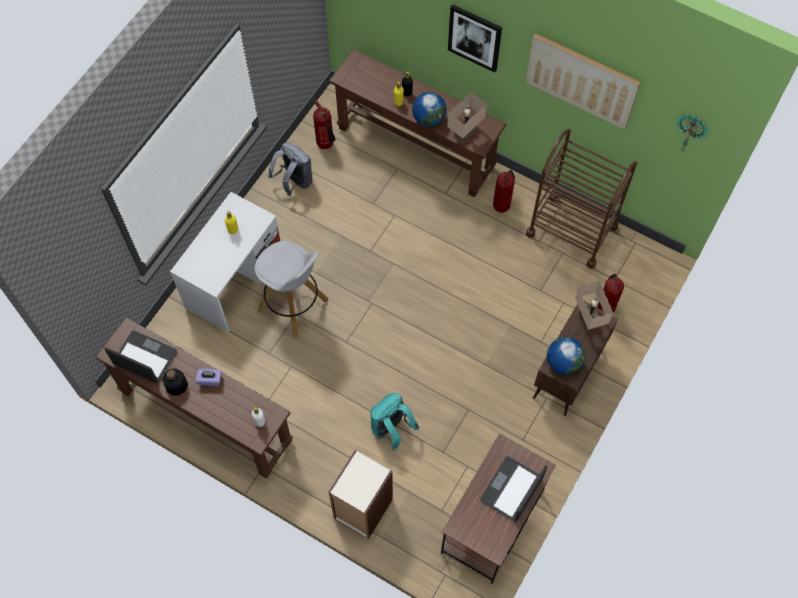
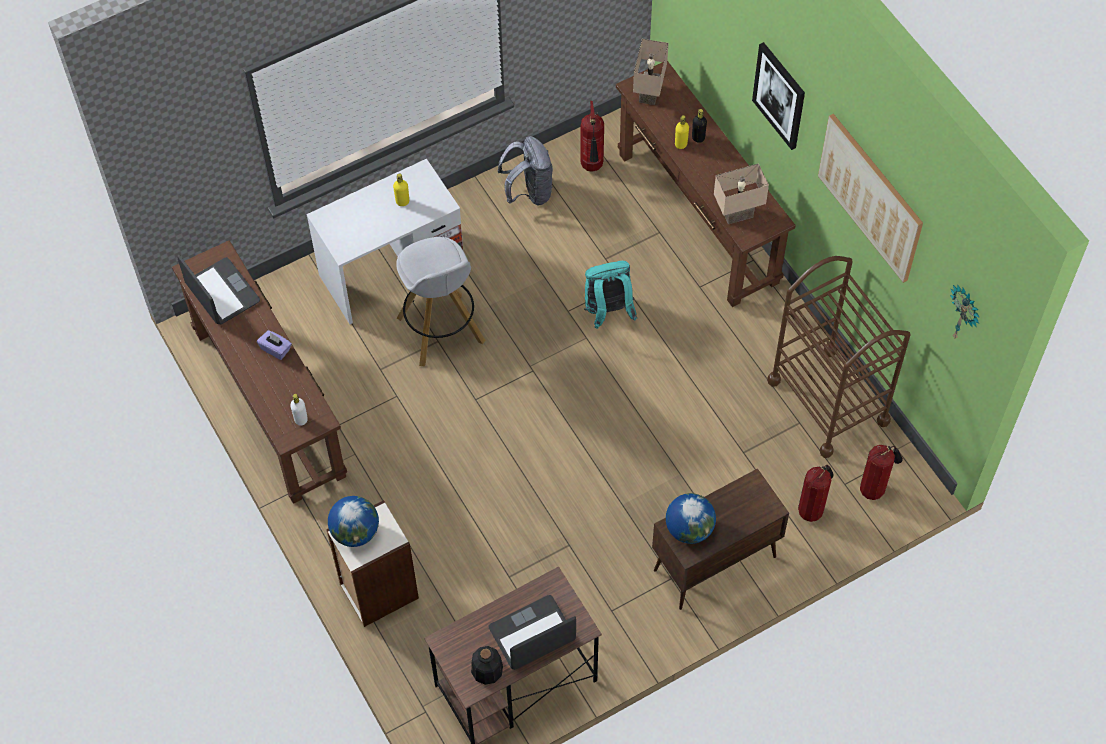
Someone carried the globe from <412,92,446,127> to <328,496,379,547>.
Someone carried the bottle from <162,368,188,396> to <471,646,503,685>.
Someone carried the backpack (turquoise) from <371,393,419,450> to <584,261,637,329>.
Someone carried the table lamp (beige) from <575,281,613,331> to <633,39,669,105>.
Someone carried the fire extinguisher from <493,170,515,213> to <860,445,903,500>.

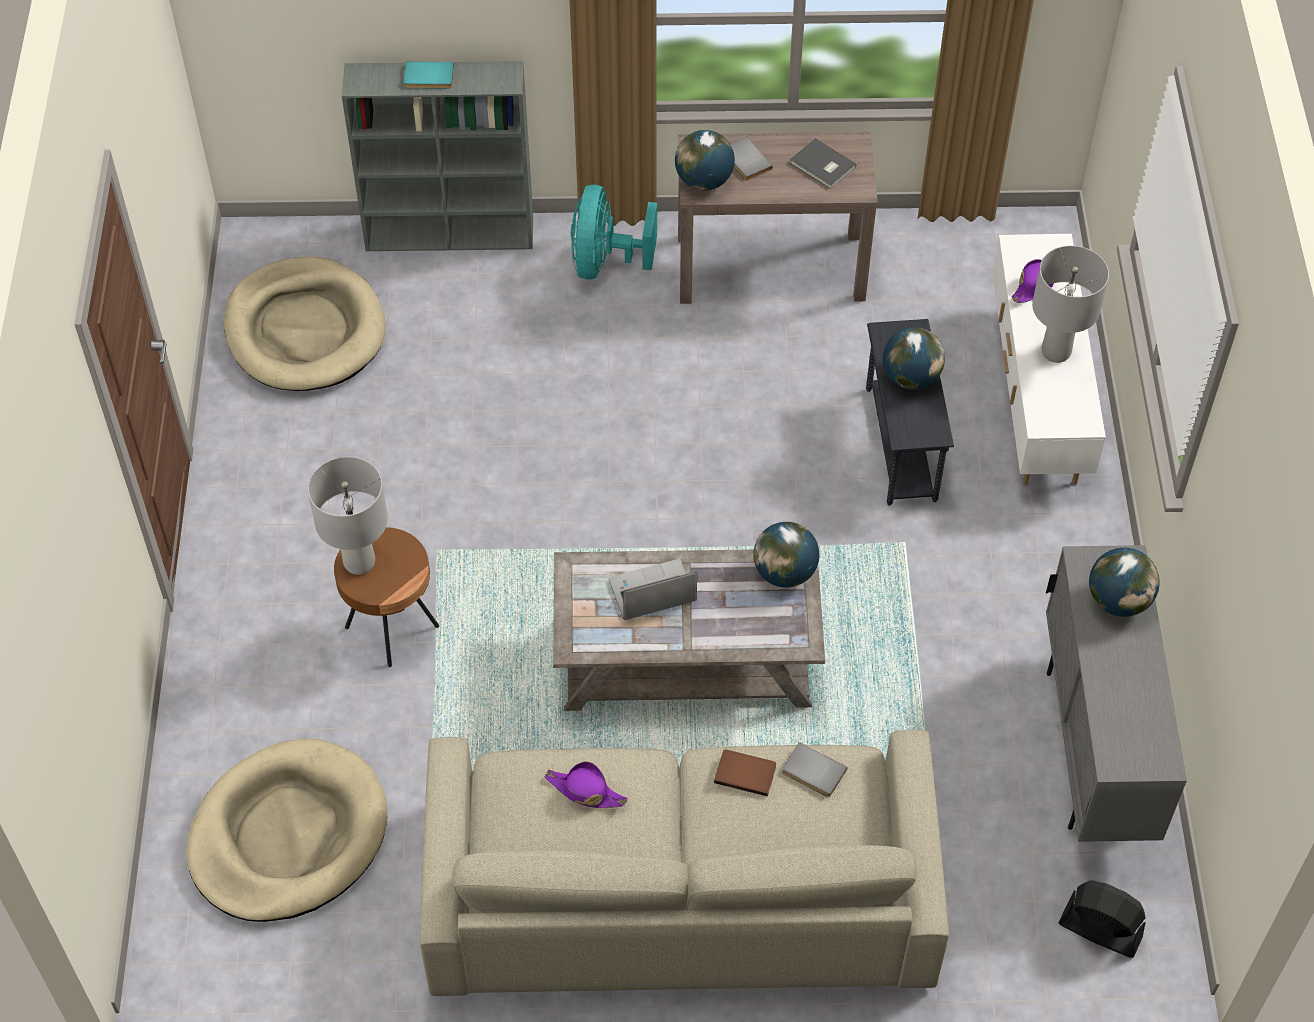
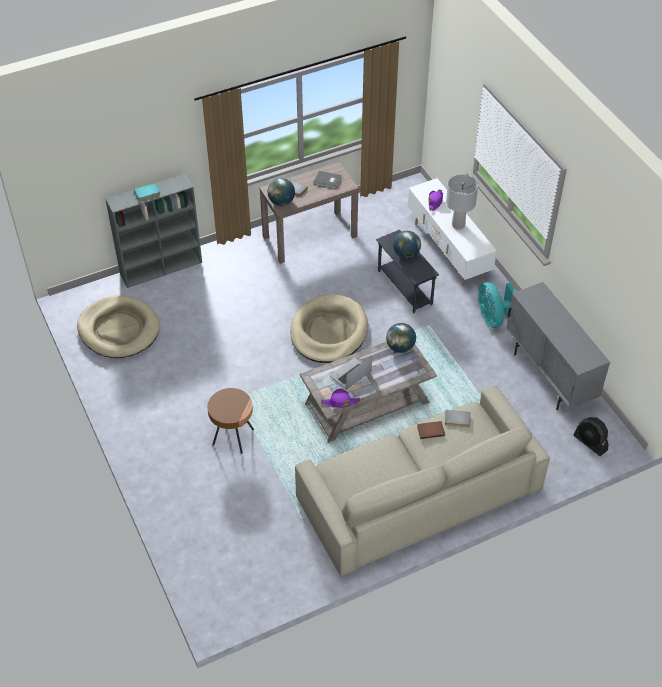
Someone carried the dog bed (beige) from <186,739,387,922> to <290,294,368,363>.
Someone carried the hat (purple) from <545,762,628,808> to <321,388,360,408>.
Someone carried the fan (turquoise) from <571,185,657,280> to <478,282,516,328>.
Someone rotated the fan (black) at <1059,880,1146,958> by 135 degrees counterclockwise.
Someone took away the table lamp (grey) at <308,457,388,575>.
Someone took away the globe at <1089,548,1159,617>.

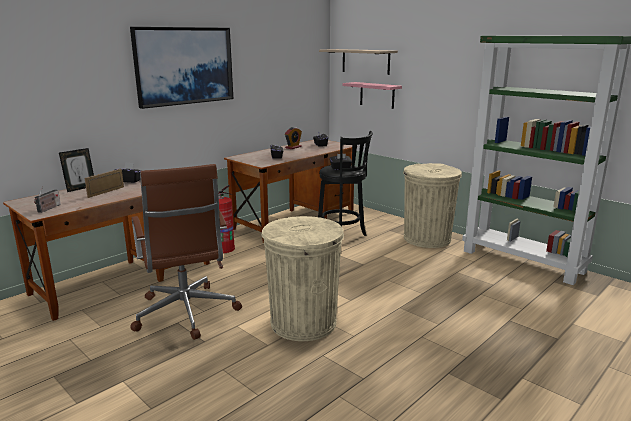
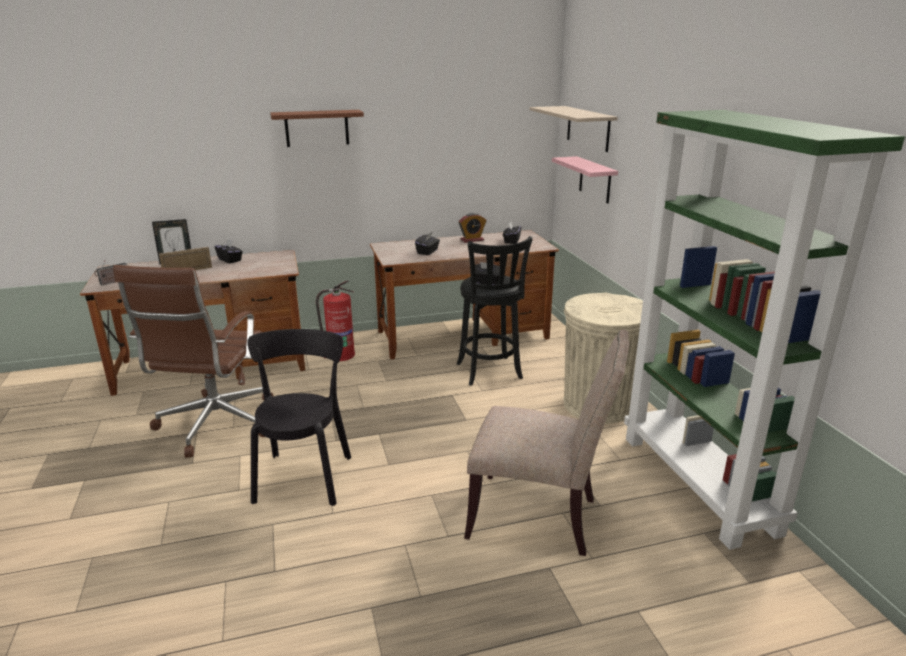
Someone swapped the trash can (beige) at <261,216,344,341> for the chair (black) at <247,329,351,506>.
Someone swapped the picture at <130,27,233,109> for the shelf (brown) at <270,110,364,147>.
Someone put down the chair (beige) at <464,330,629,556>.

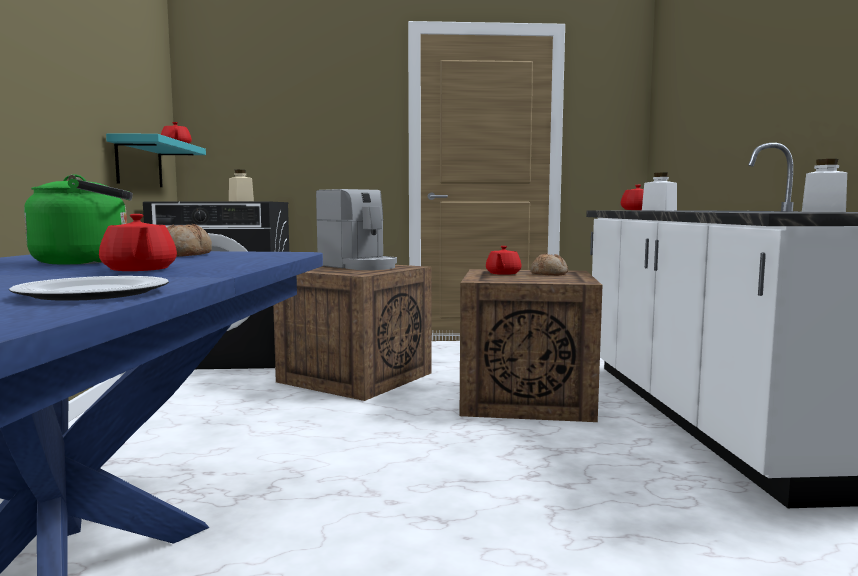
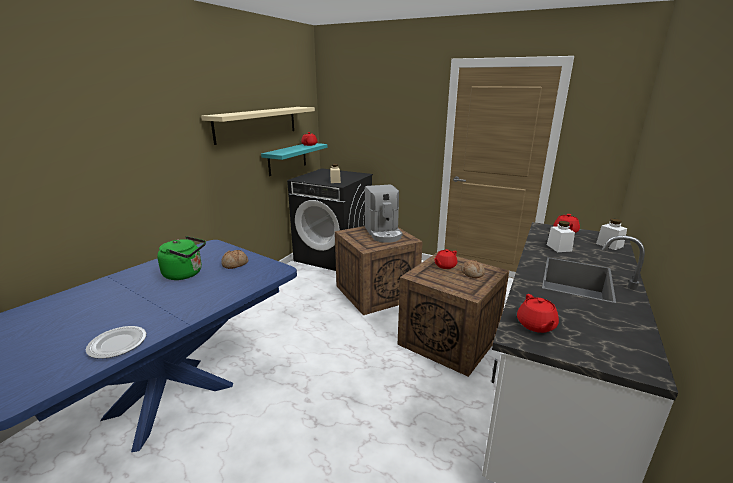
Someone put up the shelf (beige) at <201,107,315,145>.
Someone carried the teapot (red) from <99,214,177,271> to <517,294,559,333>.
Someone carried the jar (white) from <802,159,847,212> to <596,219,627,250>.

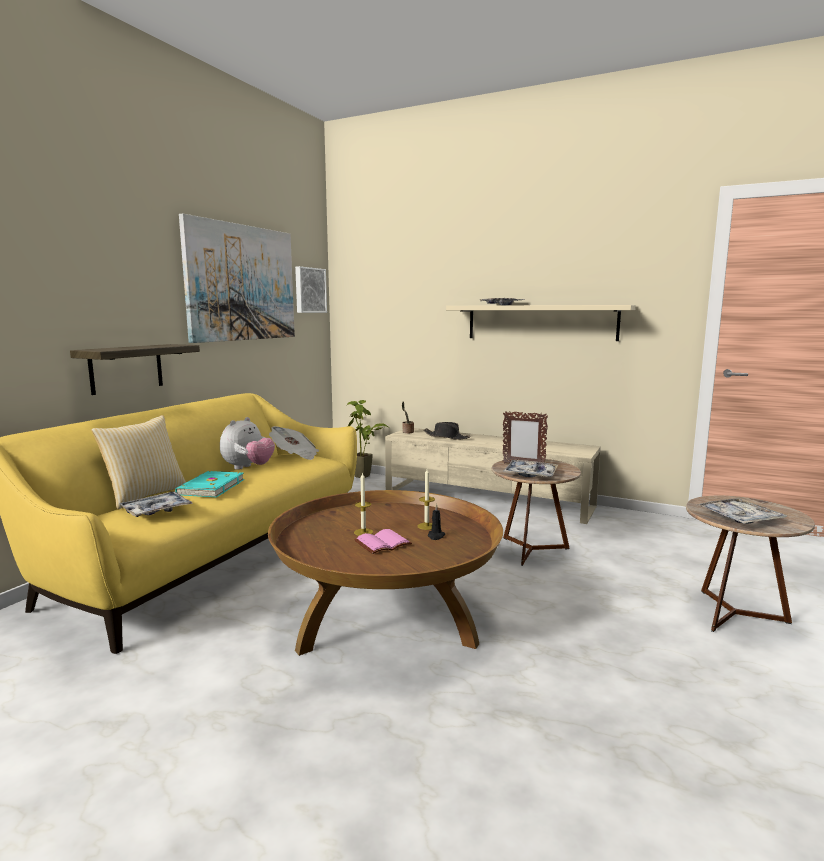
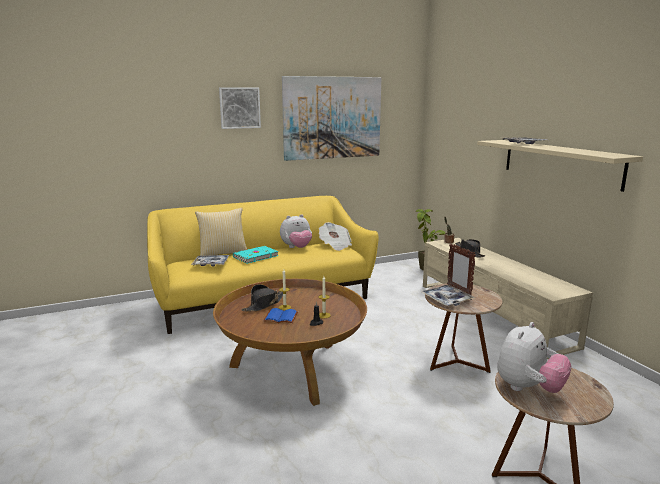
Someone carried the picture from <295,266,327,313> to <219,87,261,129>.
Someone put down the hat (black) at <241,284,283,312>.
Someone repainted the book (pink) at <354,529,412,554>, which became the book (blue) at <263,308,298,323>.
Someone swapped the tray at <697,498,788,524> for the plush toy at <497,322,572,393>.
Someone took away the shelf at <70,344,200,395>.

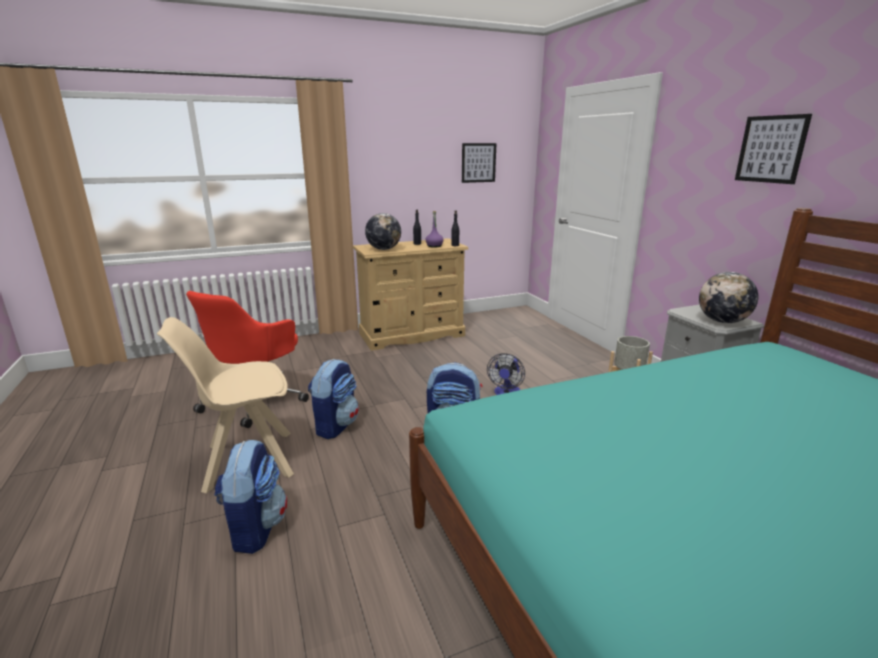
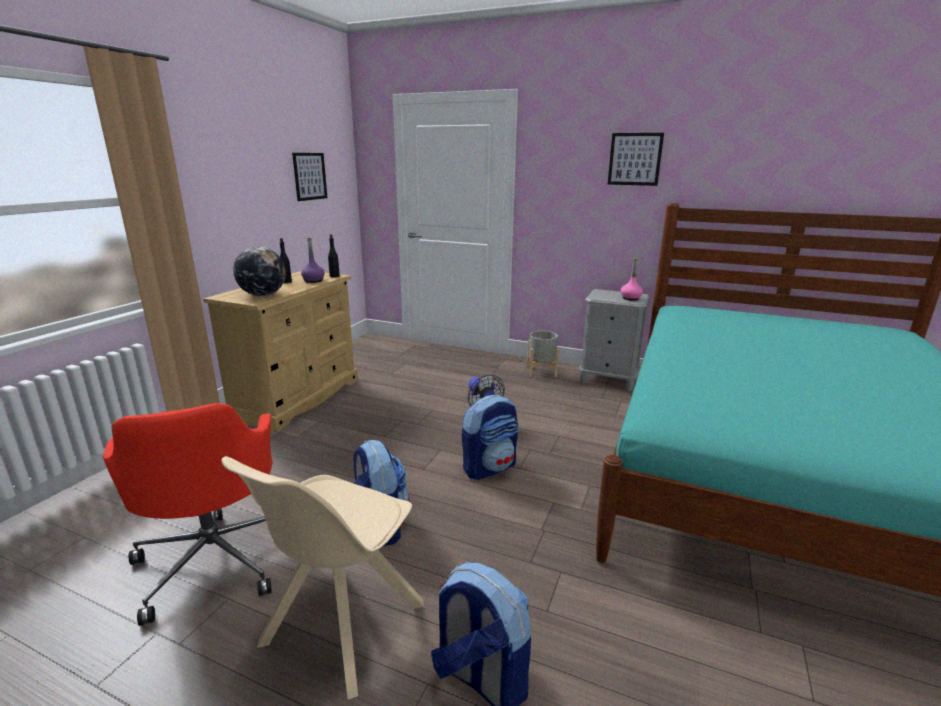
Someone swapped the globe at <699,272,758,323> for the bottle (pink) at <621,258,643,300>.

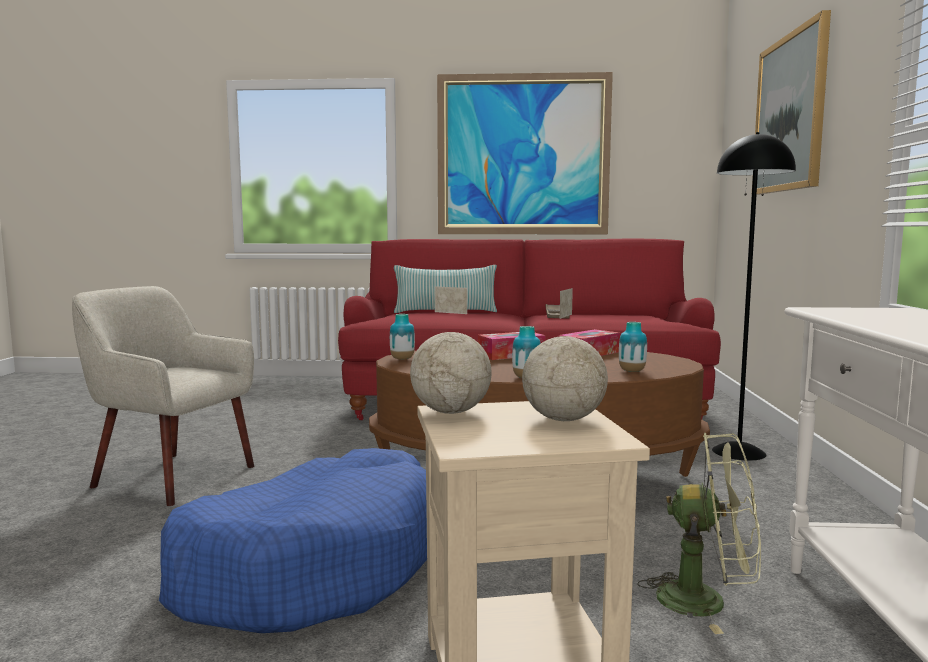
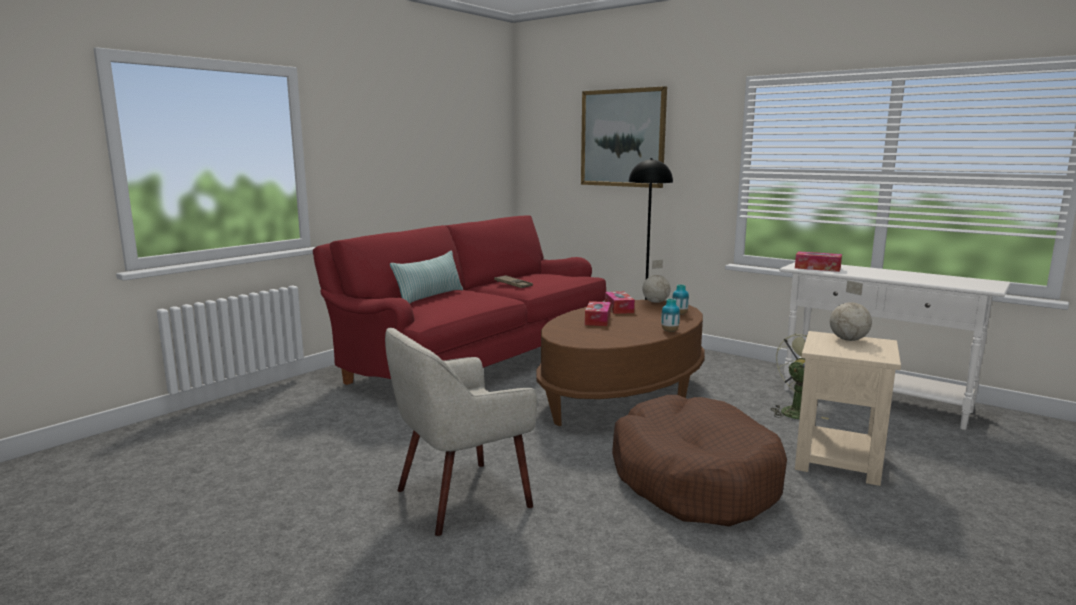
Someone repainted the dog bed (blue) at <159,448,427,633>, which became the dog bed (brown) at <612,395,787,526>.
Someone carried the globe from <410,286,491,414> to <642,260,671,303>.
Someone put down the tissue box at <795,251,842,272>.
Someone took away the vase at <390,314,415,360>.
Someone took away the picture at <437,72,613,234>.

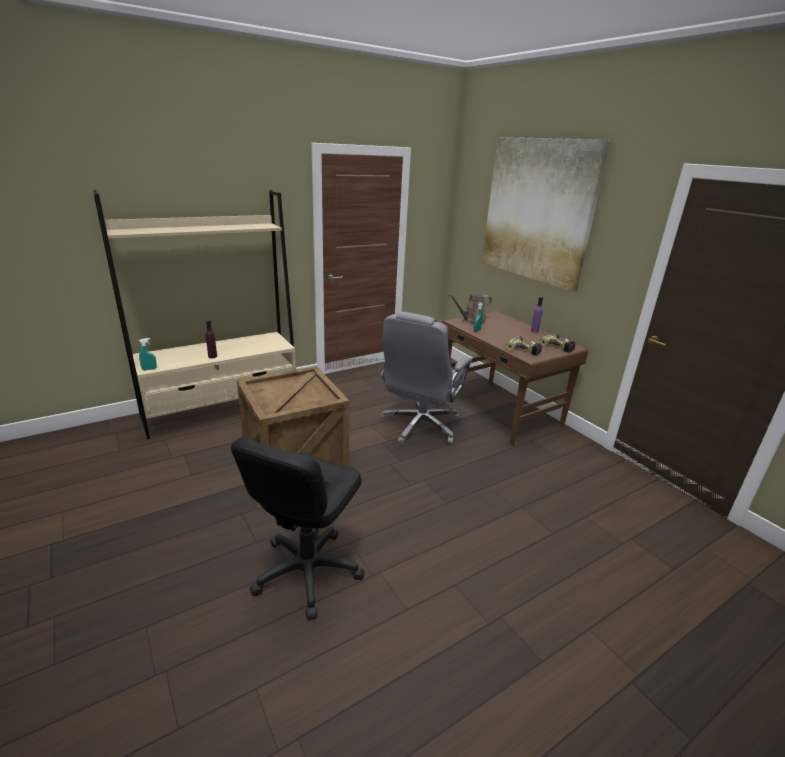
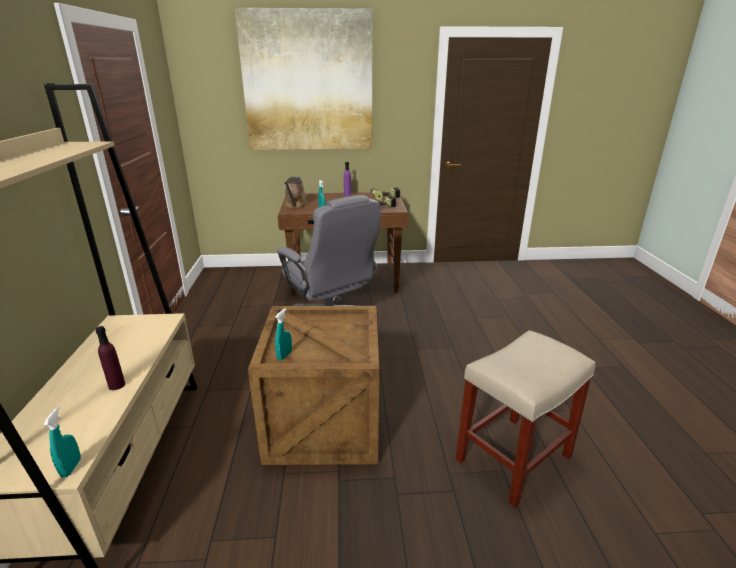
Someone put down the spray bottle (turquoise) at <275,308,292,360>.
Someone swapped the office chair (black) at <231,437,365,620> for the stool (beige) at <456,330,596,508>.

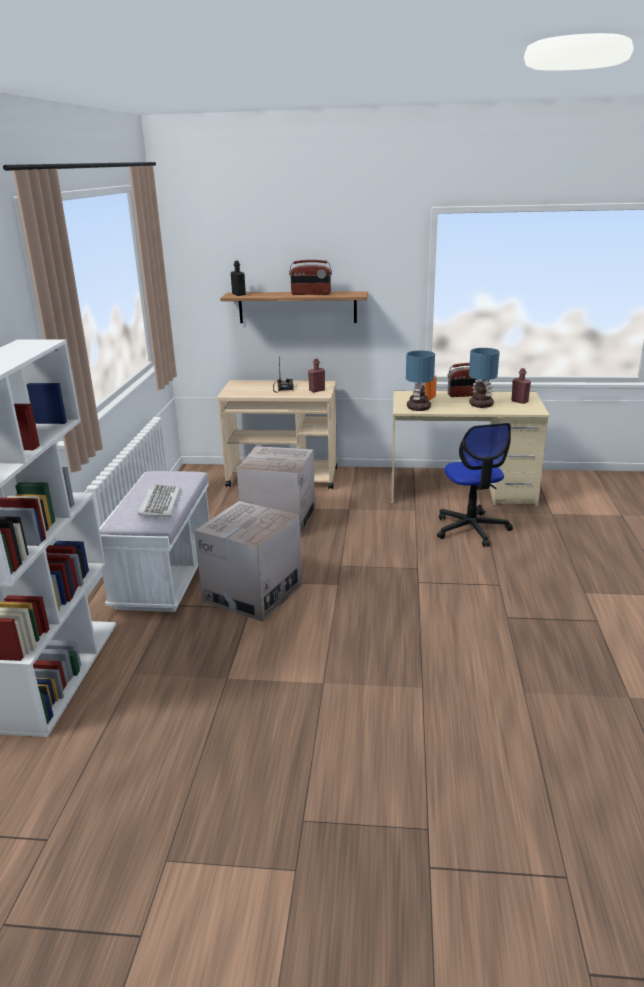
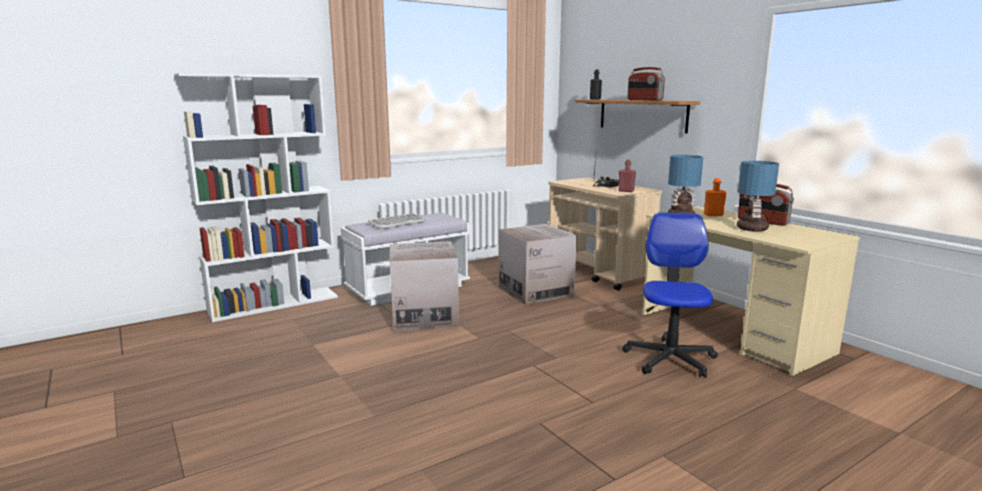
Someone rotated the office chair at <437,423,513,547> by 150 degrees clockwise.
Someone took away the bottle (red) at <511,368,531,404>.

